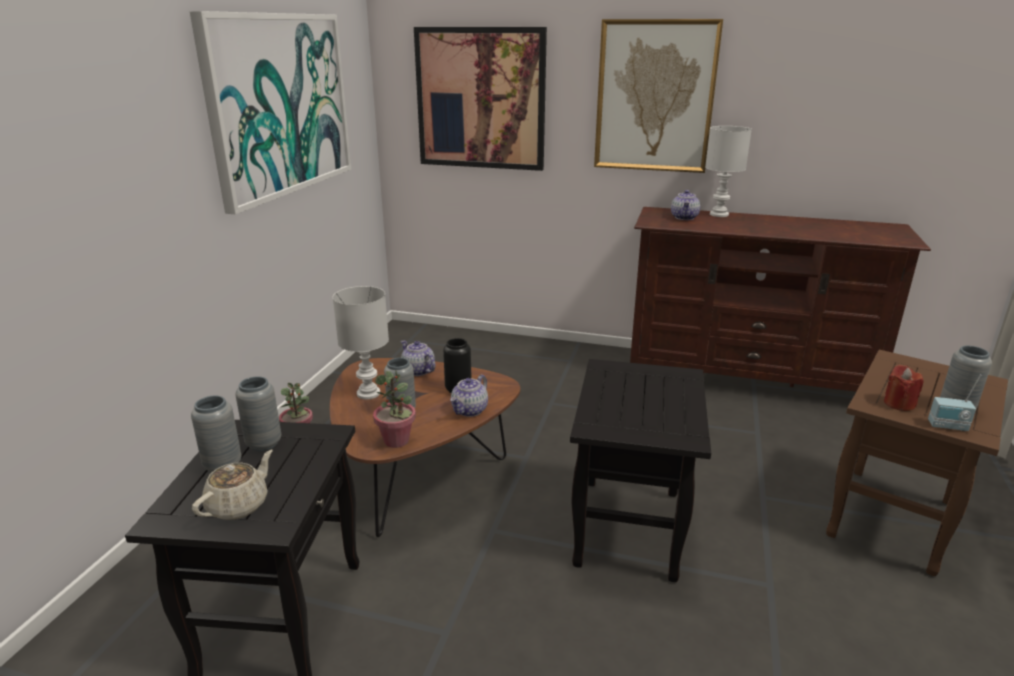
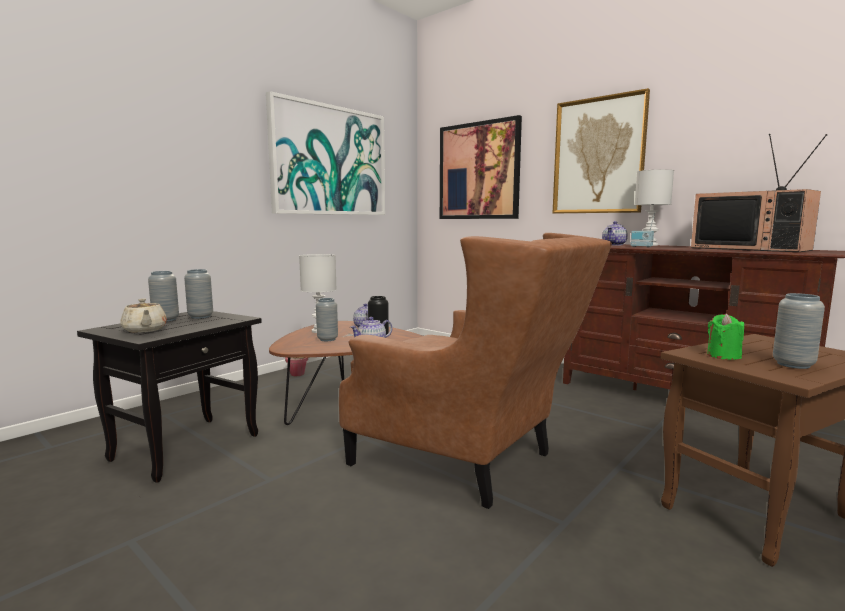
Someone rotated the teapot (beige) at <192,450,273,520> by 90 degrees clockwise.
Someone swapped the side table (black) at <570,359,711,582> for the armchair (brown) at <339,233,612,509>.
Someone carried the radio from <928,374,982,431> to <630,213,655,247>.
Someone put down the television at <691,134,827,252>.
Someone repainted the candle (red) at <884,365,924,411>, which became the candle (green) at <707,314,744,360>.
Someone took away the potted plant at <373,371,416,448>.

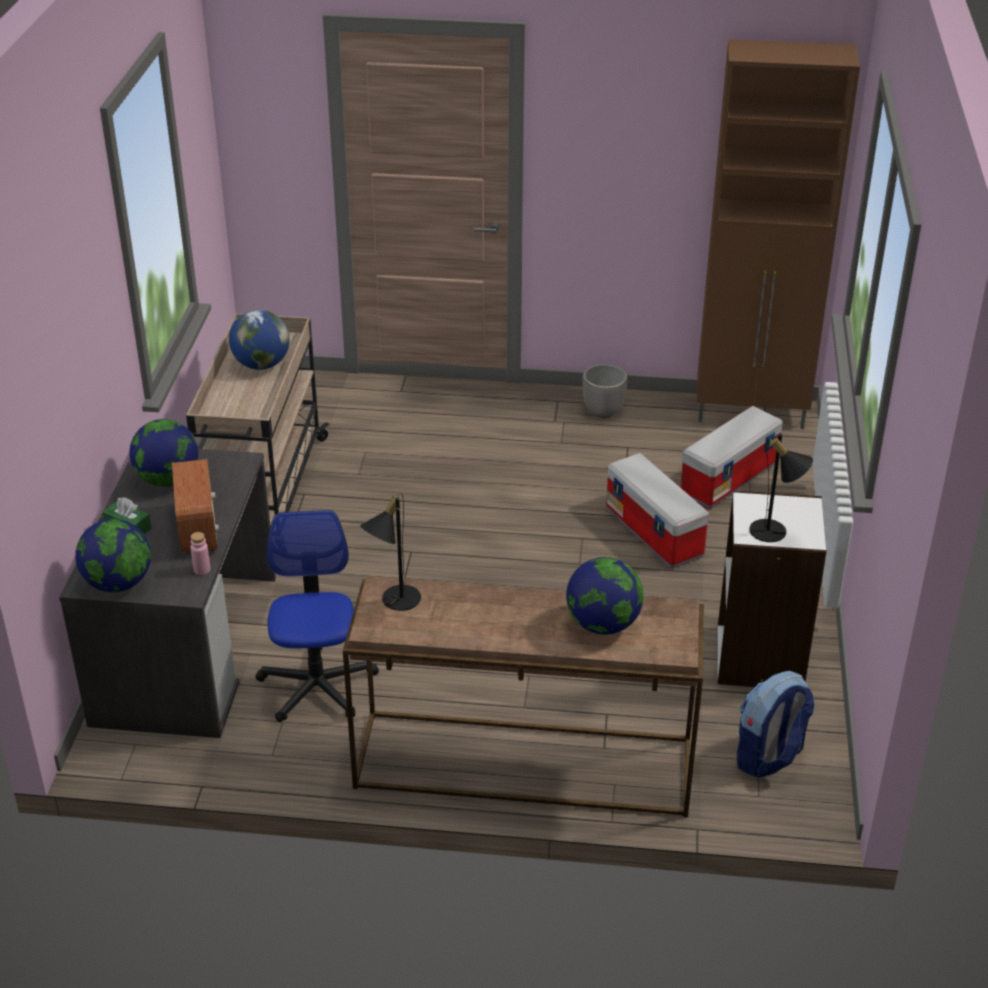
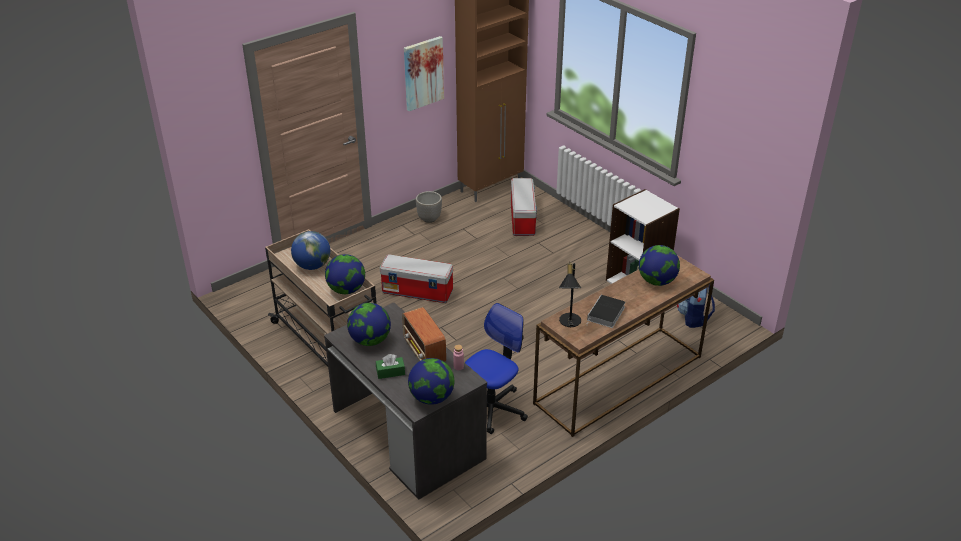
Someone put down the globe at <325,254,365,294>.
Someone carried the storage box from <606,453,709,568> to <380,254,453,303>.
Someone rotated the radio at <172,459,219,554> by 150 degrees counterclockwise.
Someone put up the picture at <404,36,444,111>.
Someone rotated the office chair at <255,510,379,723> by 90 degrees clockwise.
Someone put down the book at <586,295,626,328>.
Someone took away the table lamp (black) at <749,433,813,542>.

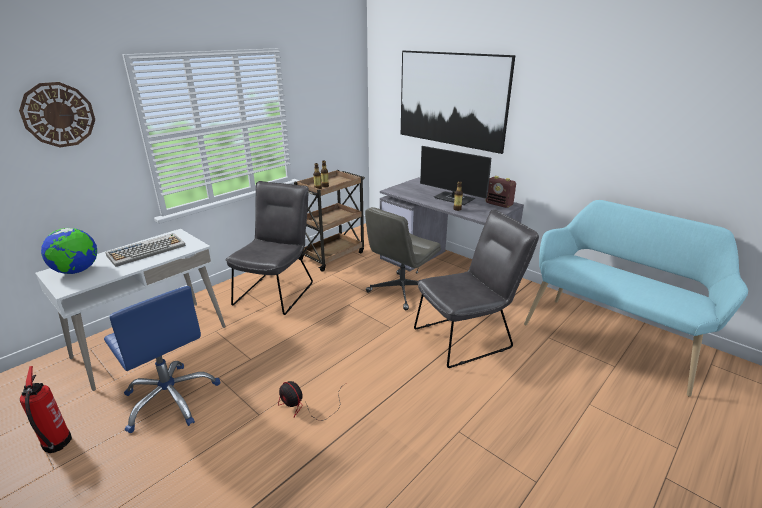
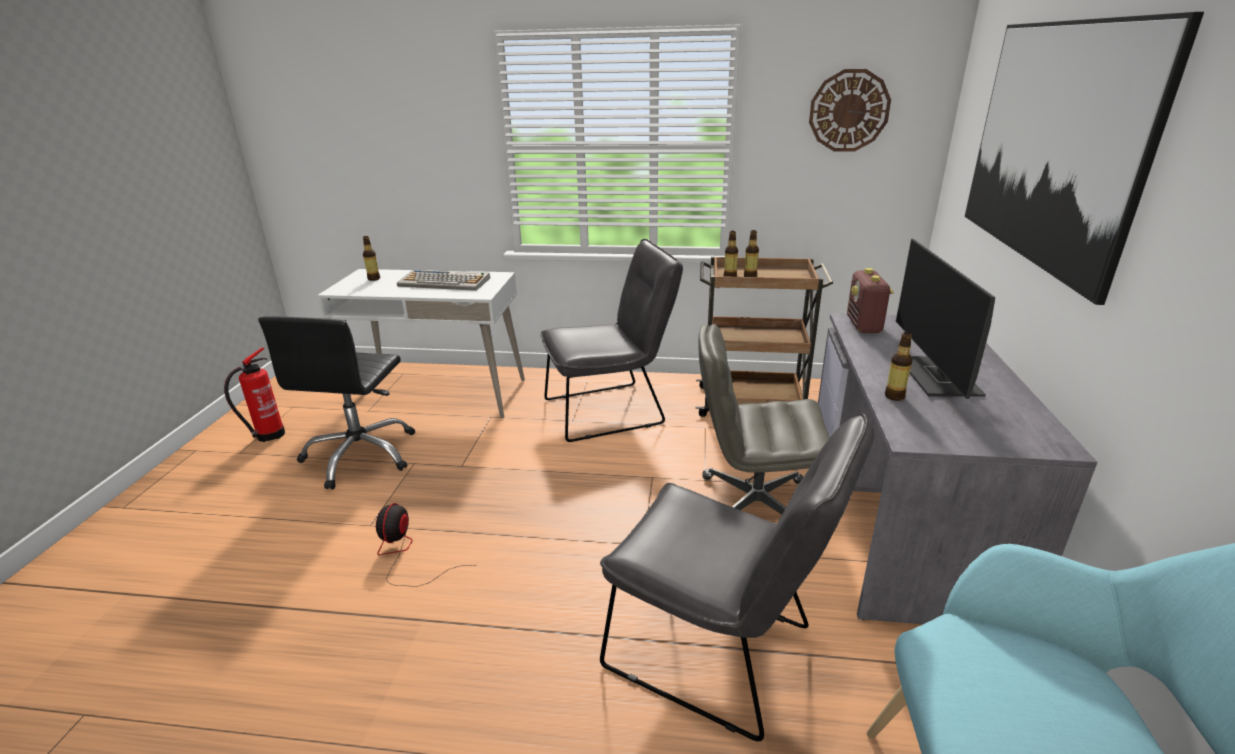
Someone repainted the office chair (blue) at <104,286,220,433>, which became the office chair (black) at <258,316,415,489>.
Someone swapped the globe at <41,228,97,274> for the bottle at <363,236,380,281>.
Someone carried the wall clock from <19,82,95,147> to <809,69,891,152>.
Someone carried the radio from <485,176,516,208> to <847,268,894,333>.

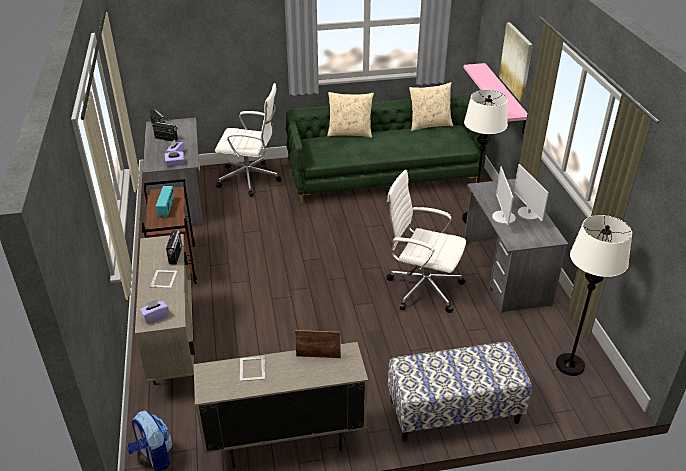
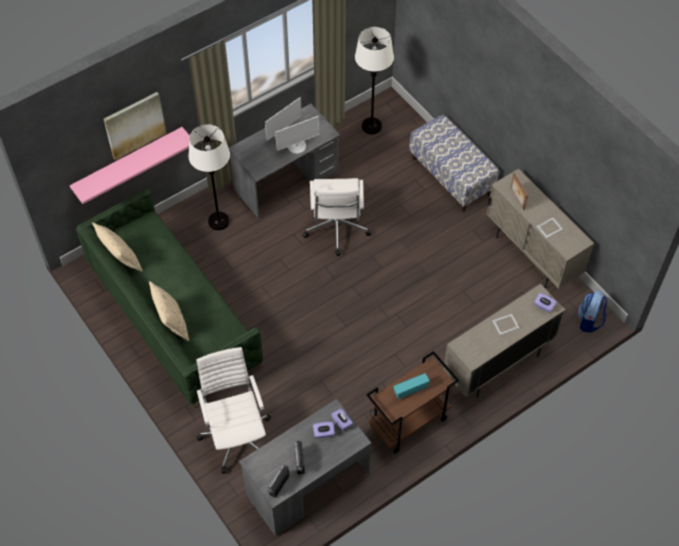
Someone took away the radio at <166,230,182,264>.

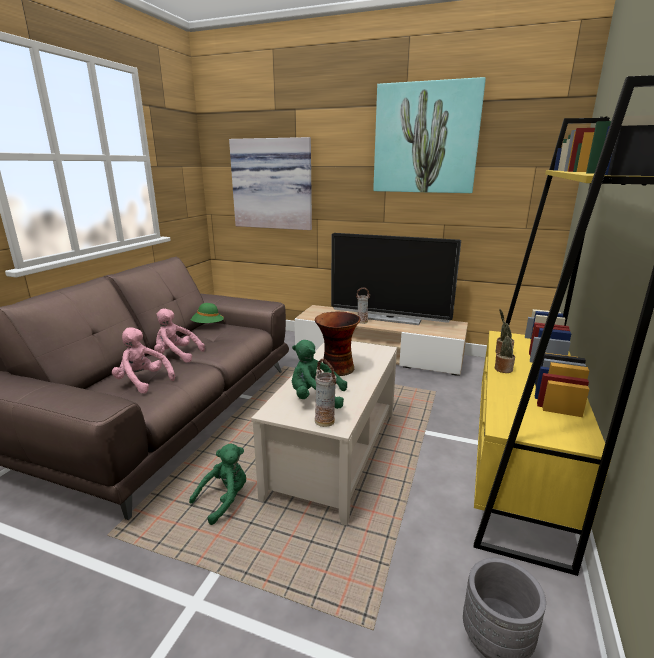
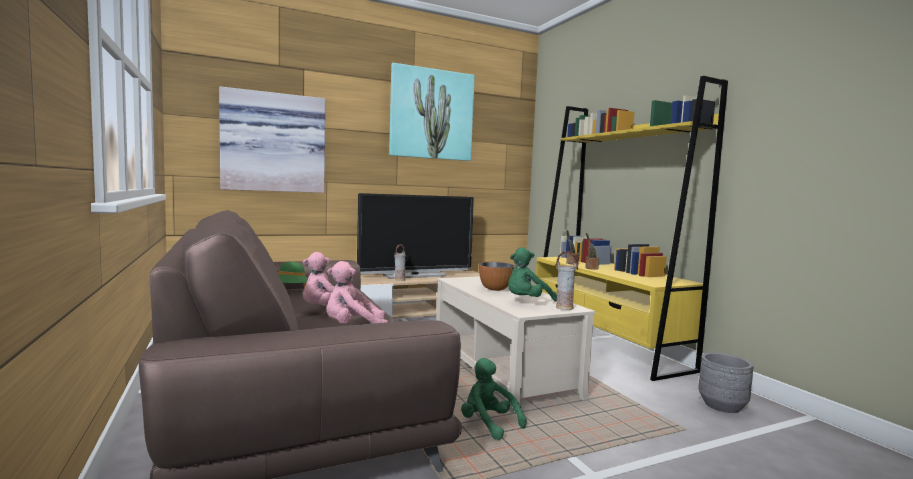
Someone rotated the plush toy (green) at <189,443,246,525> by 45 degrees counterclockwise.
Someone swapped the vase at <315,311,360,376> for the bowl at <479,262,515,291>.

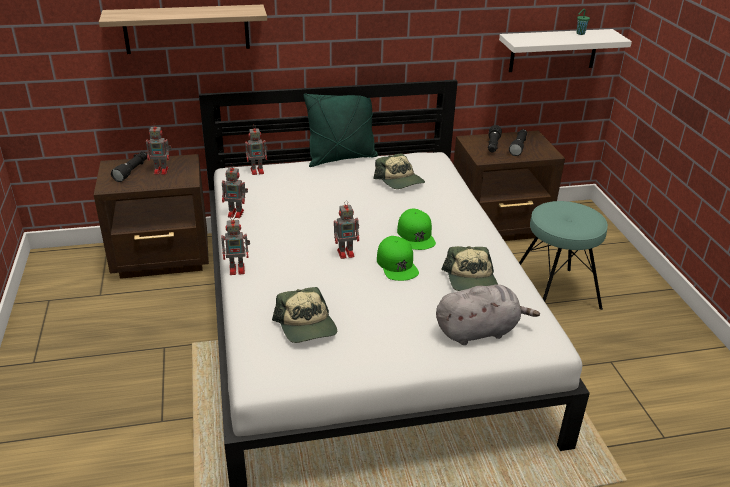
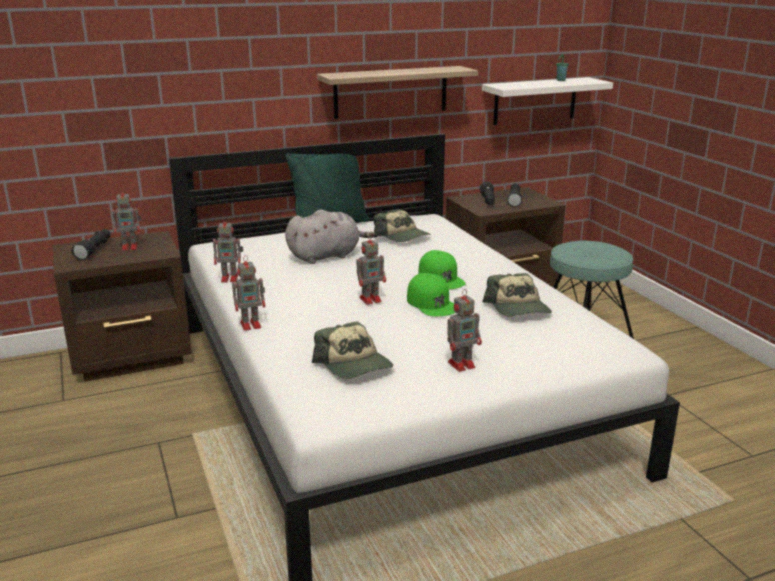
Someone carried the plush toy (grey) from <436,284,540,345> to <285,210,376,264>.
Someone carried the shelf from <99,5,267,54> to <317,66,478,119>.
Someone carried the toy robot from <245,124,268,175> to <447,289,482,372>.

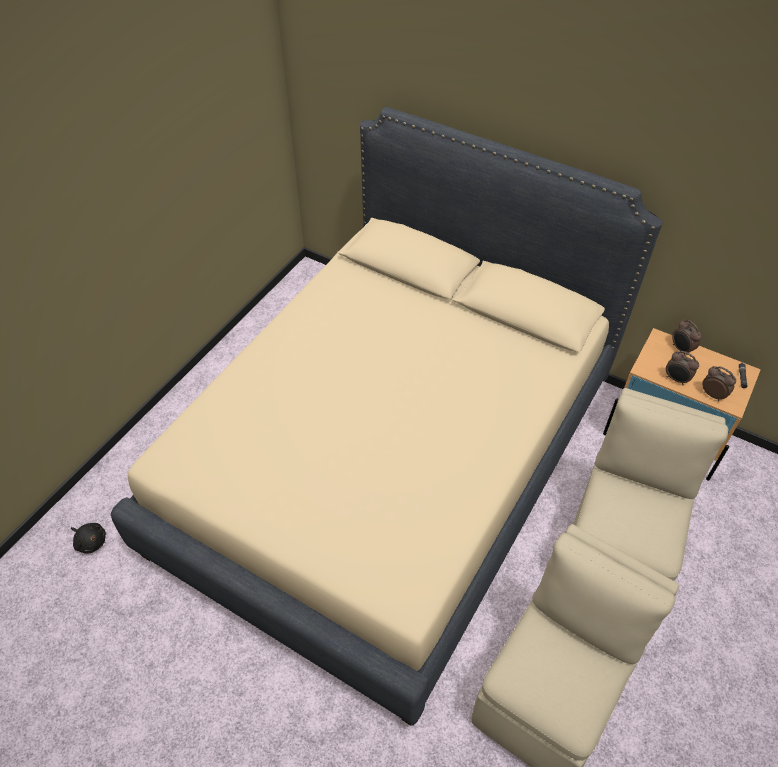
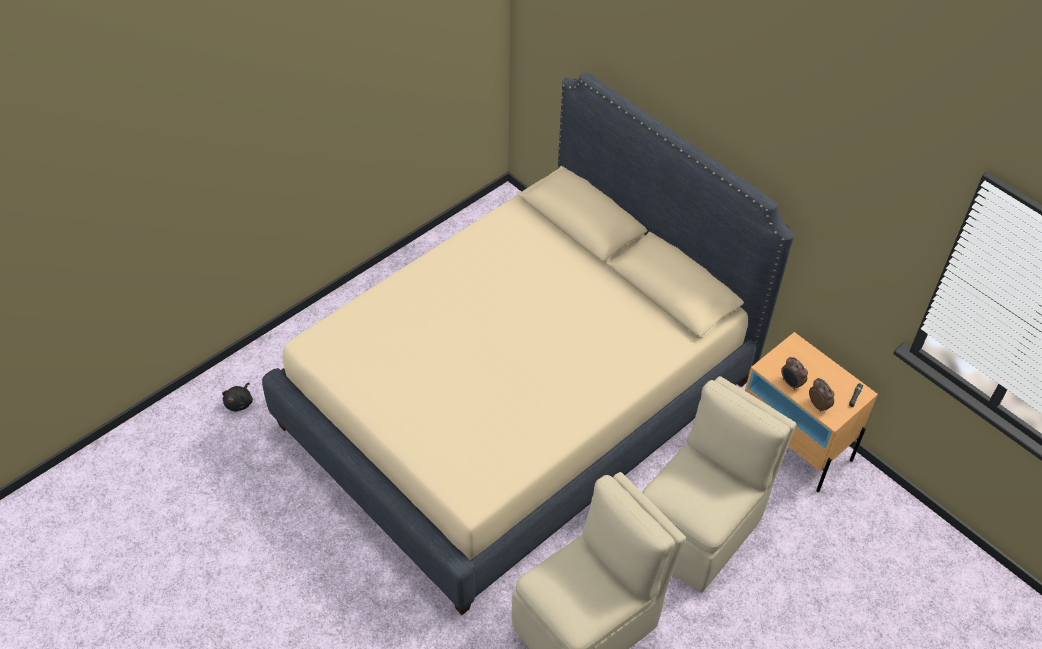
Someone rotated the plush toy (black) at <71,523,106,554> by 60 degrees clockwise.
Someone took away the alarm clock at <672,319,702,356>.

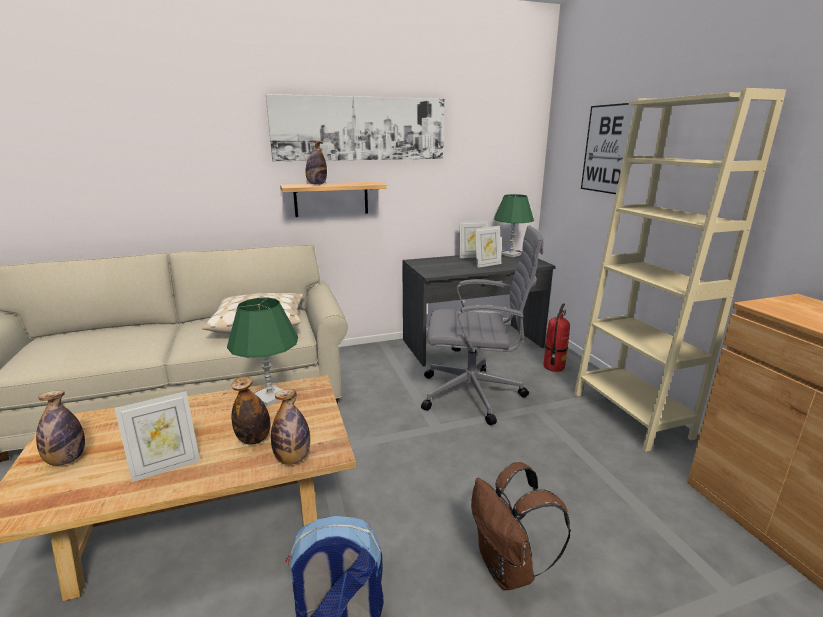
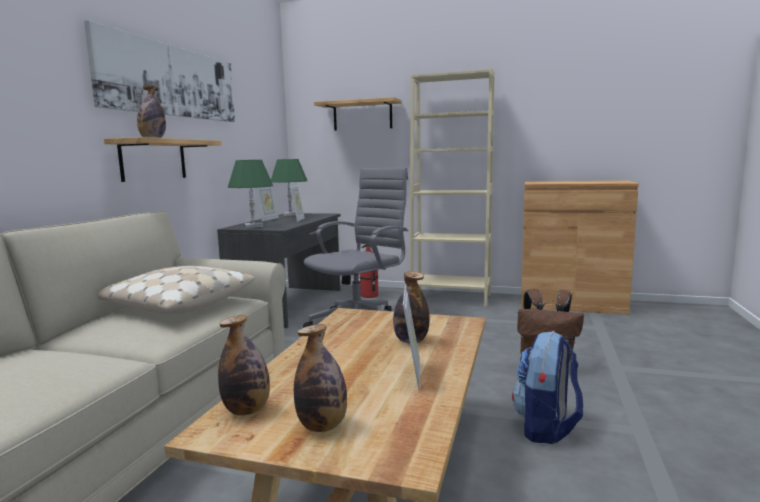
Someone carried the bottle from <271,389,310,465> to <218,315,270,415>.
Someone carried the table lamp (green) from <227,297,298,407> to <228,160,273,228>.
Someone swapped the picture at <581,103,634,194> for the shelf at <314,97,402,131>.

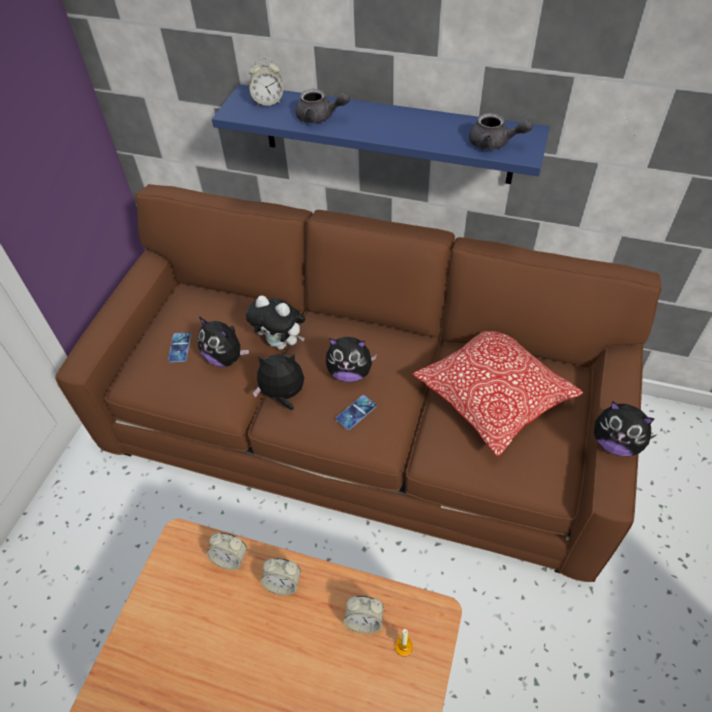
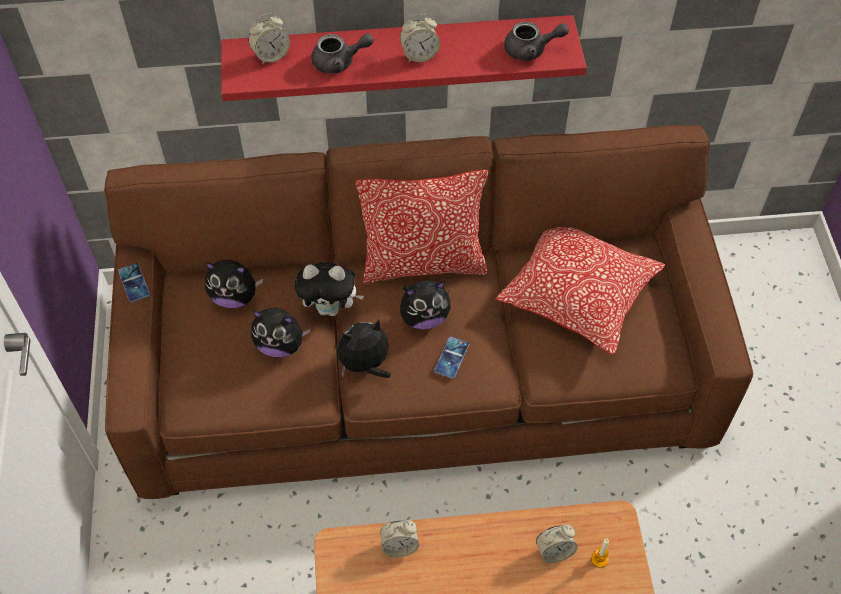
Someone carried the phone from <168,333,191,362> to <118,263,150,302>.
Someone carried the plush toy from <594,402,656,456> to <205,260,263,308>.
Someone repainted the shelf (blue) at <212,84,550,184>, which became the shelf (red) at <221,15,587,101>.
Someone put down the pillow at <356,170,488,284>.
Someone carried the alarm clock from <261,558,301,595> to <400,14,440,62>.

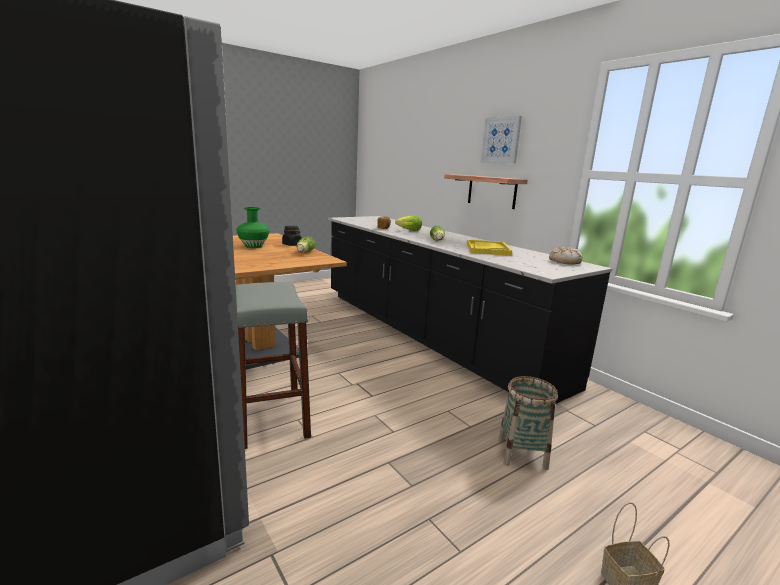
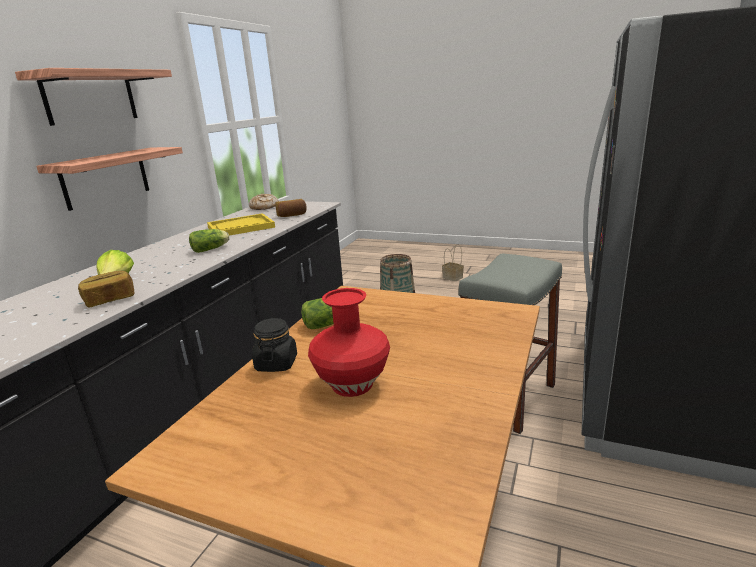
Someone swapped the picture at <481,116,522,164> for the shelf at <15,68,172,126>.
Someone put down the bread at <276,199,307,217>.
Someone repainted the vase (green) at <236,207,270,248>, which became the vase (red) at <308,288,390,397>.

